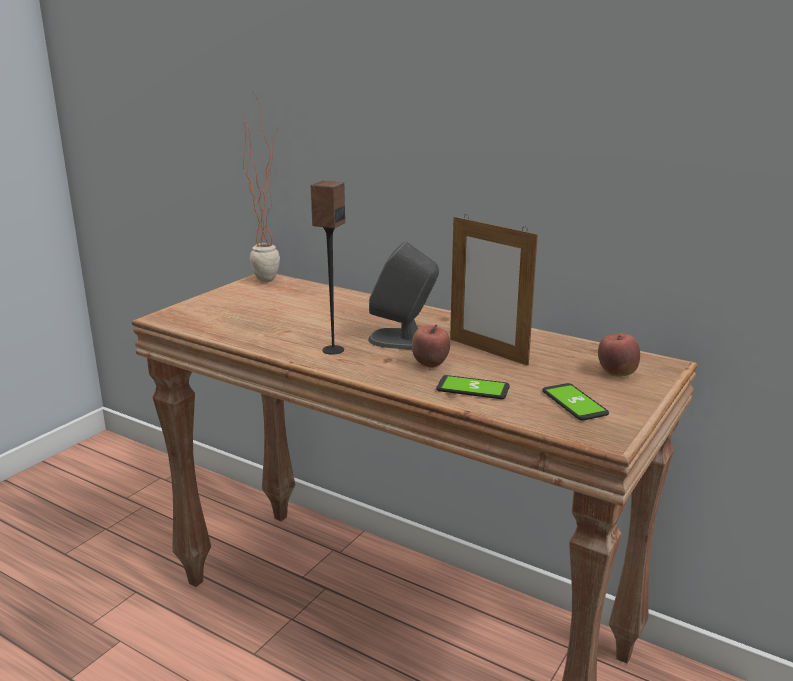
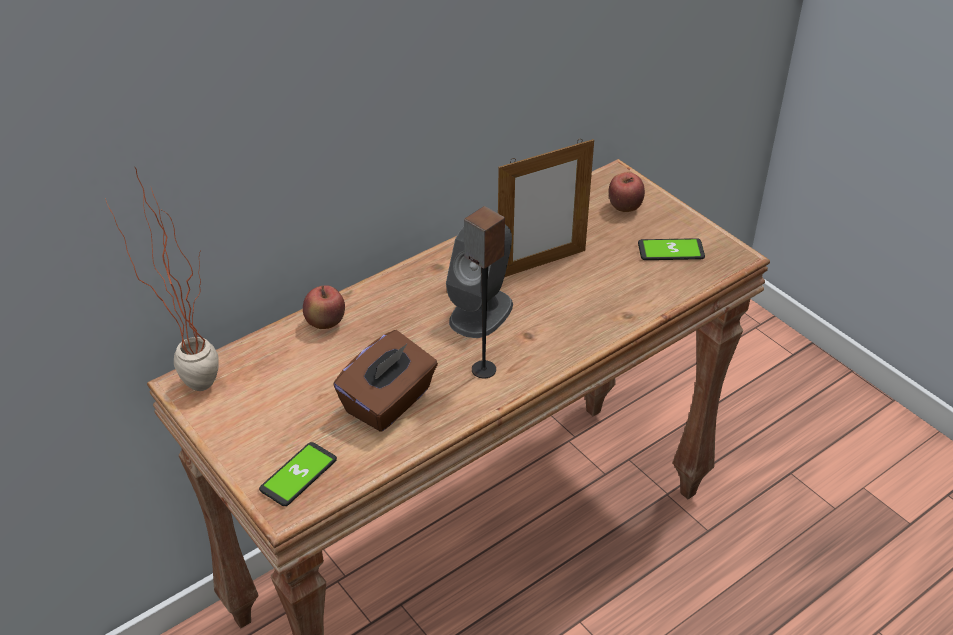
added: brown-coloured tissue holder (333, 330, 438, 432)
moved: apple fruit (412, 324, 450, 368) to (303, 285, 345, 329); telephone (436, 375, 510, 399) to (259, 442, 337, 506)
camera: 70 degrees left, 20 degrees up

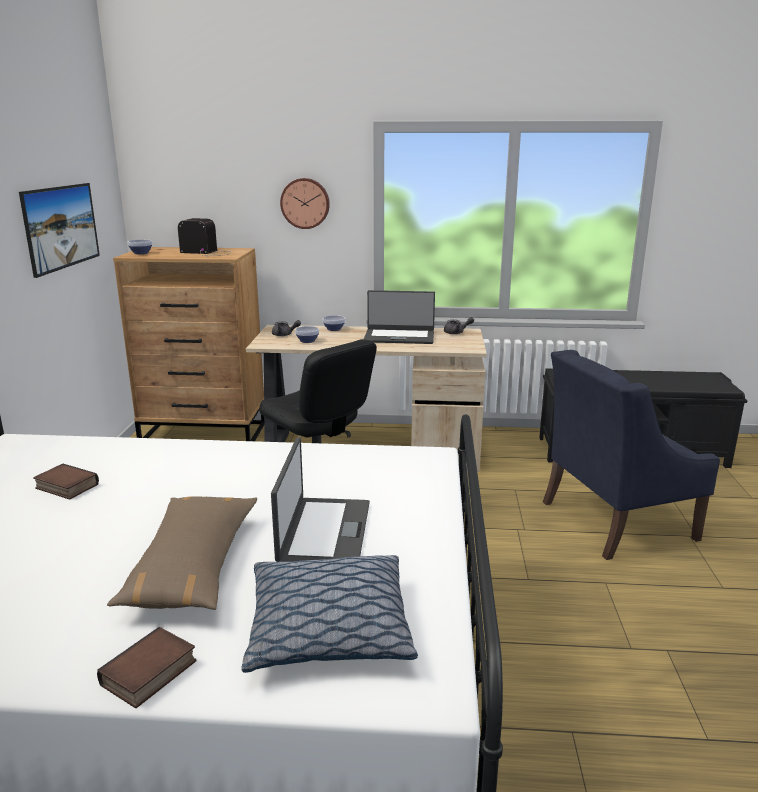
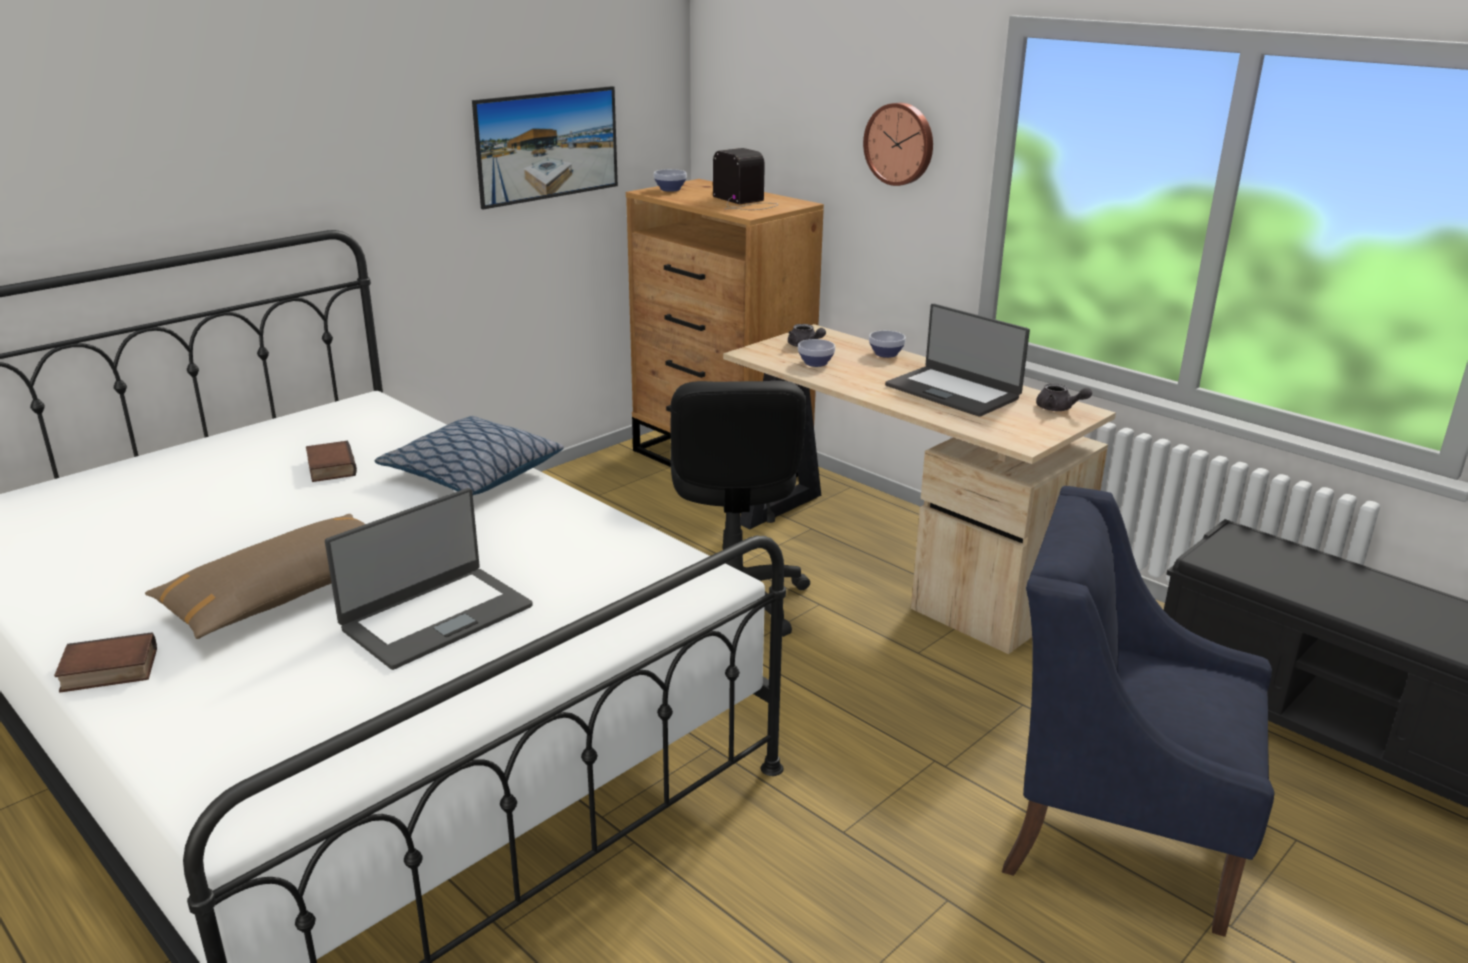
moved: pillow (241, 555, 418, 673) to (375, 416, 564, 495)
camera: 40 degrees right, 5 degrees up

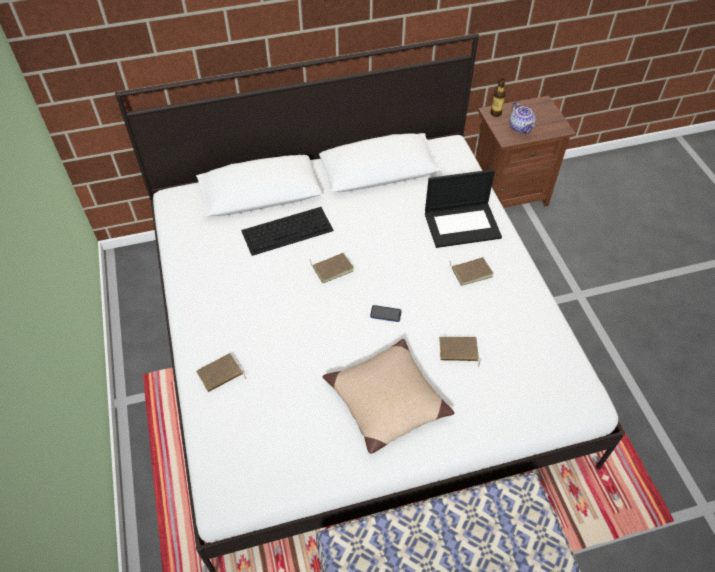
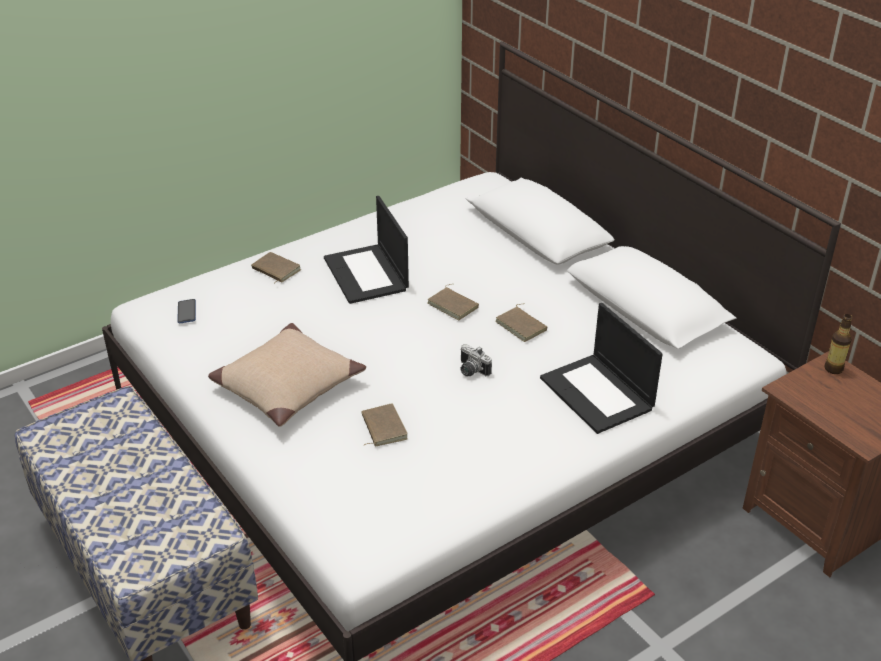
removed: computer keyboard (241, 207, 334, 256); pot for tea (509, 102, 535, 134)
added: portable computer (324, 196, 409, 304); photo camera (460, 344, 492, 377)
moved: telephone (370, 305, 402, 322) to (177, 299, 196, 323); brown-coloured volume (450, 257, 494, 286) to (496, 304, 548, 342)
camera: 70 degrees right, 15 degrees down

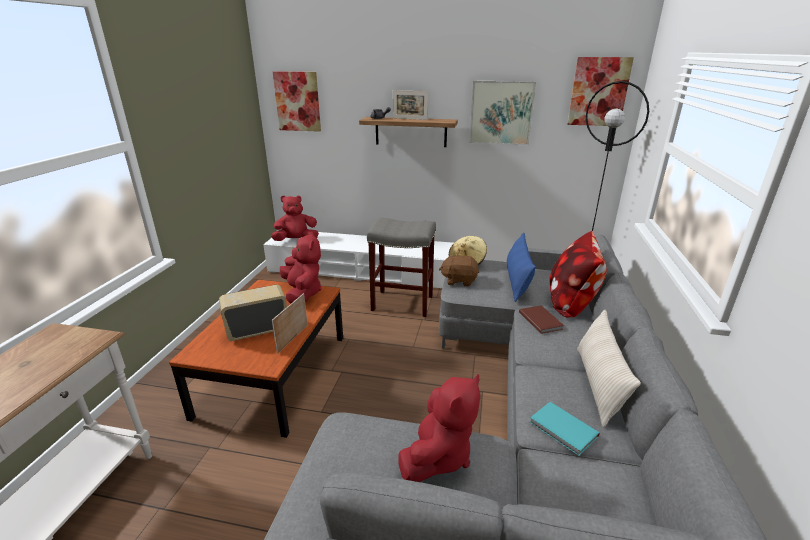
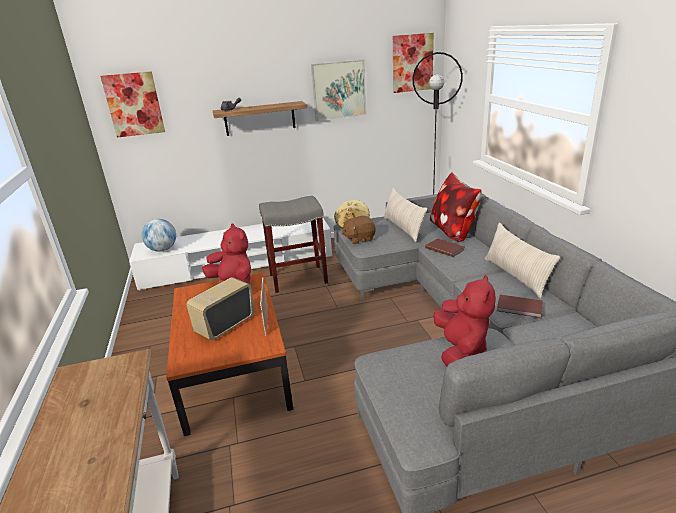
removed: photo frame (393, 90, 428, 120)
replaced: red plush toy (271, 195, 319, 241) to world globe (142, 219, 176, 252)
recoloured: blue pillow (507, 233, 536, 302) to sand-coloured pillow (384, 188, 427, 242); turquoise-coloured volume (530, 402, 600, 456) to brown-coloured volume (497, 294, 543, 318)
camera: 25 degrees left, 0 degrees up

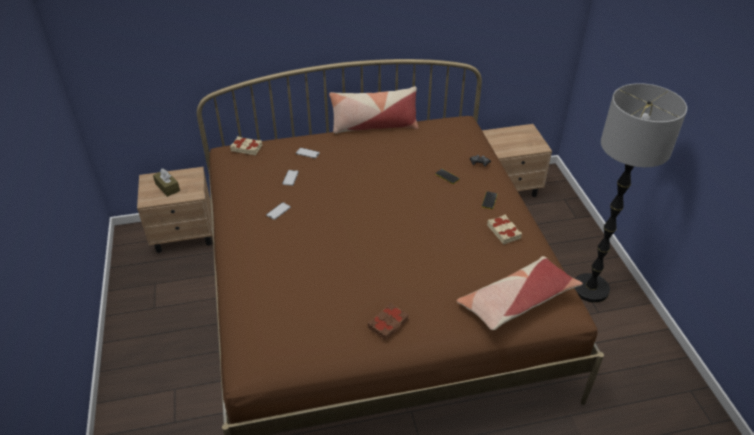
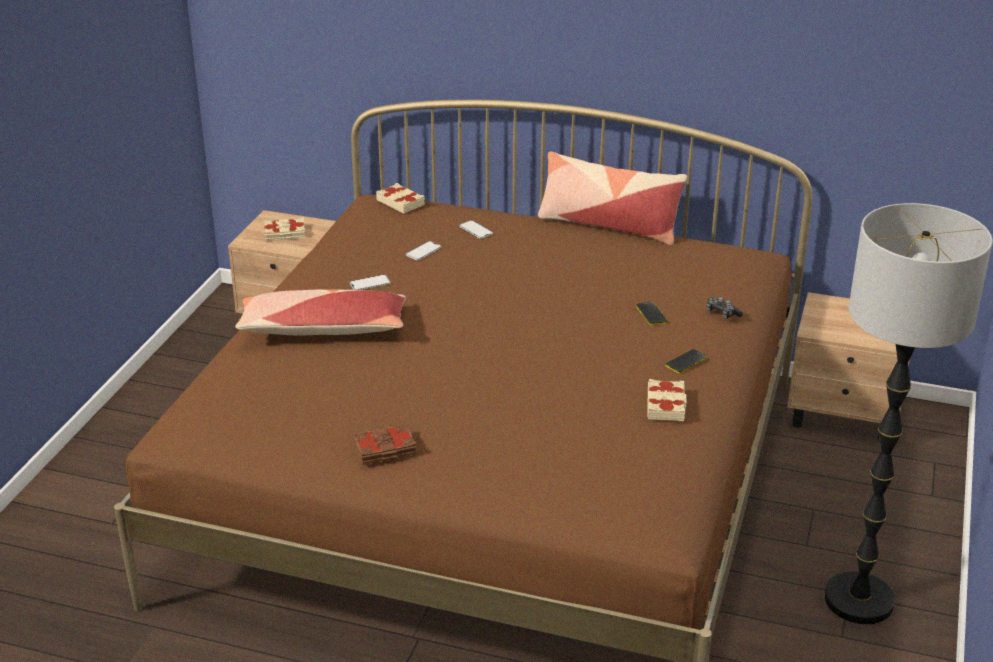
moved: pillow (457, 256, 583, 330) to (235, 289, 406, 335)
replaced: brown-coloured tissue holder (153, 168, 180, 197) to sand-coloured volume (264, 218, 305, 241)
camera: 30 degrees right, 10 degrees down

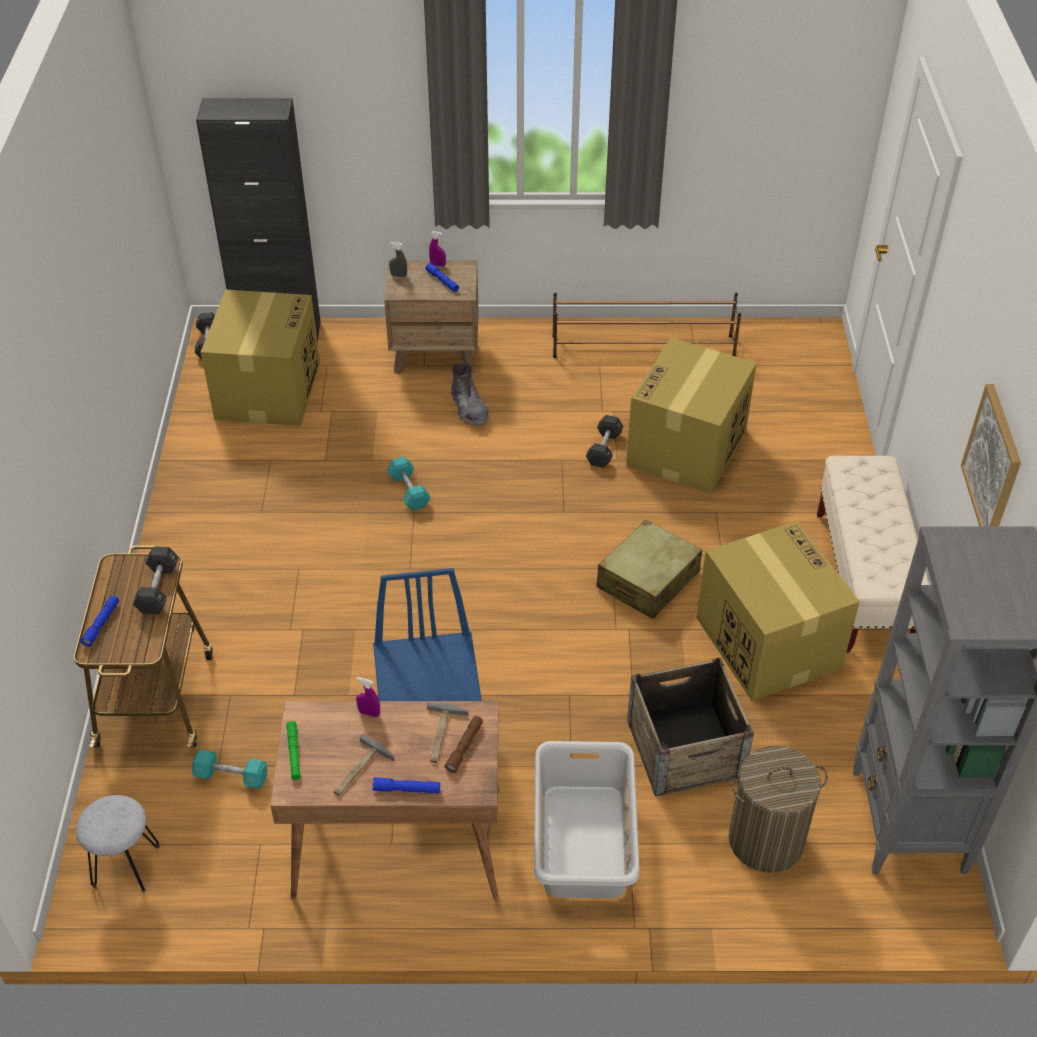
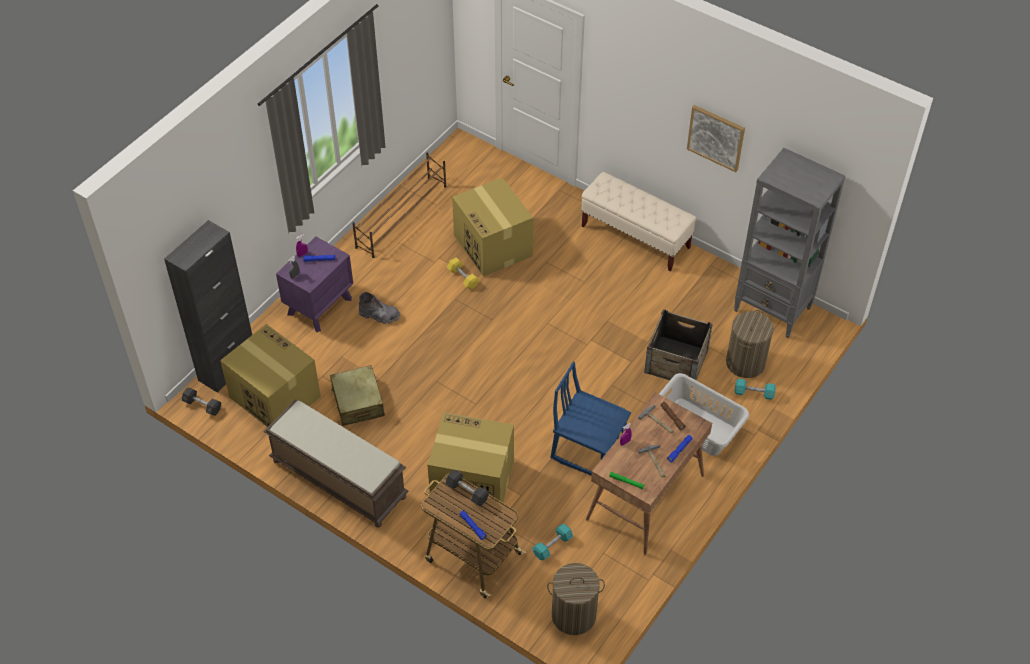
added: brown-coloured bench (263, 399, 409, 527)
moved: turquoise-coloured dumbbell (387, 456, 431, 511) to (735, 379, 776, 400); sand-coloured suitcase (597, 520, 702, 619) to (330, 365, 385, 426); carton (696, 521, 860, 701) to (427, 412, 514, 510)
replaced: grey sitting stool (76, 795, 160, 893) to washing basket (547, 563, 605, 635)
recoloured: brown-coloured bedside table (384, 261, 478, 375) to purple bedside table (276, 237, 353, 332); black dumbbell (586, 415, 623, 468) to yellowish dumbbell (447, 258, 479, 290)
camera: 55 degrees left, 5 degrees up

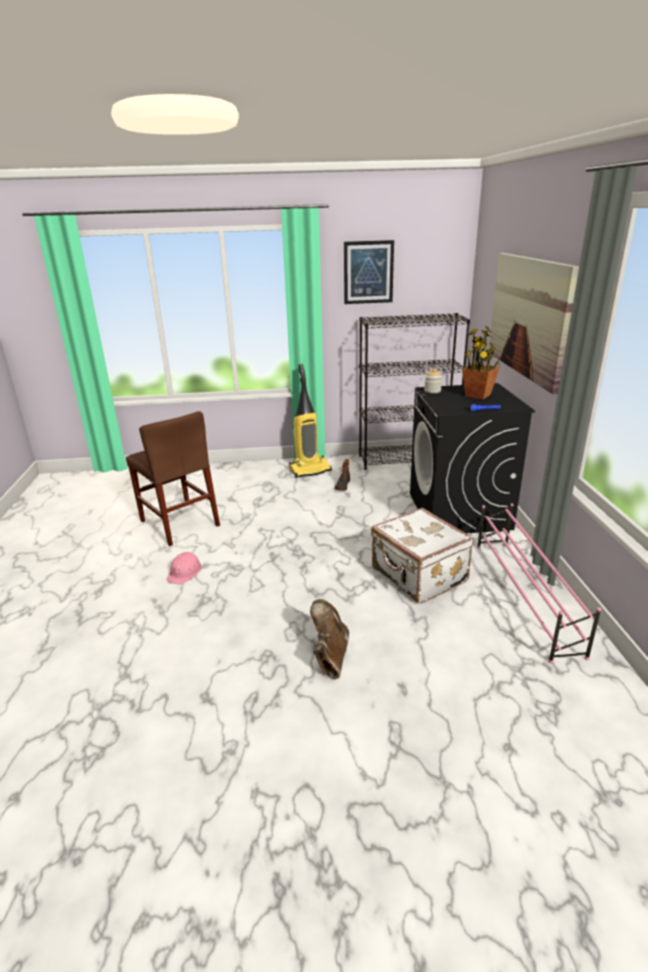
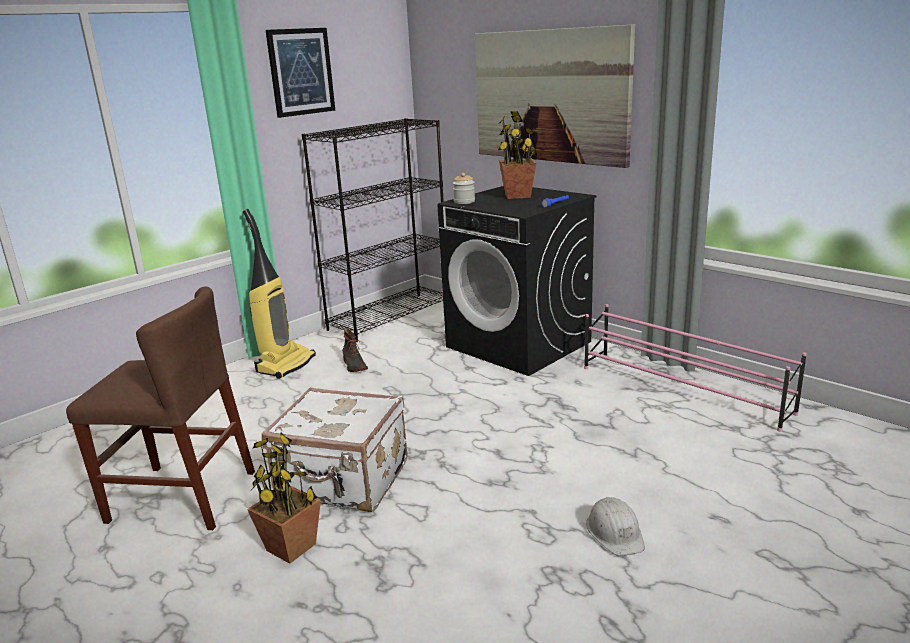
moved: white suitcase (371, 508, 473, 604) to (262, 387, 407, 512)
replaced: pink hard hat (167, 552, 202, 584) to houseplant (247, 432, 321, 564); brown-coloured high-top boot (310, 599, 349, 679) to white hard hat (586, 497, 645, 556)
camera: 40 degrees left, 5 degrees down

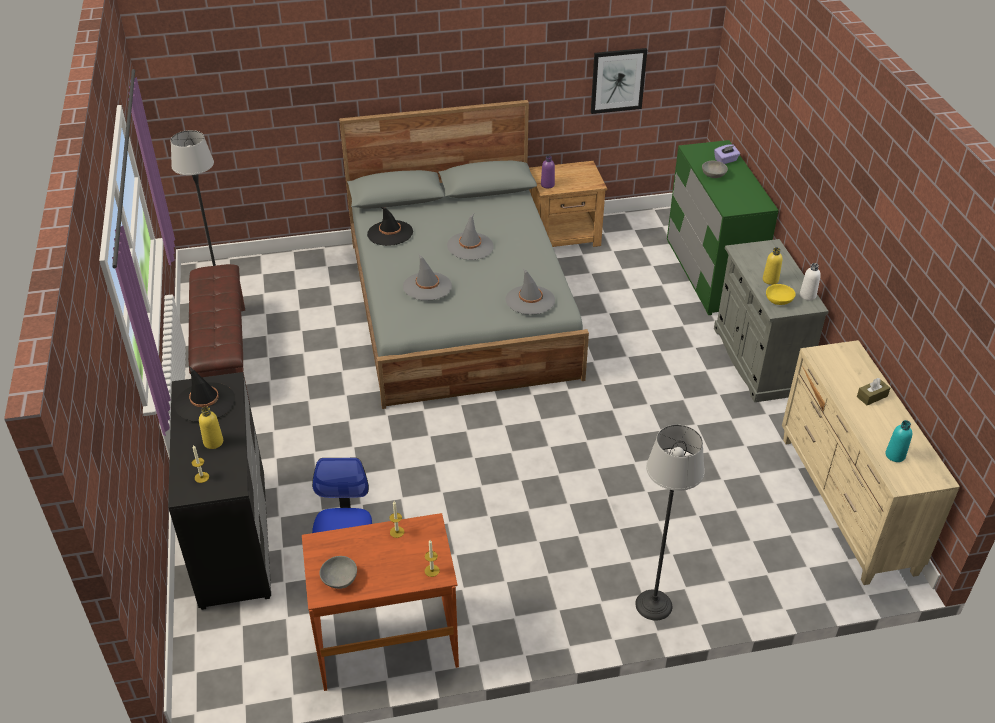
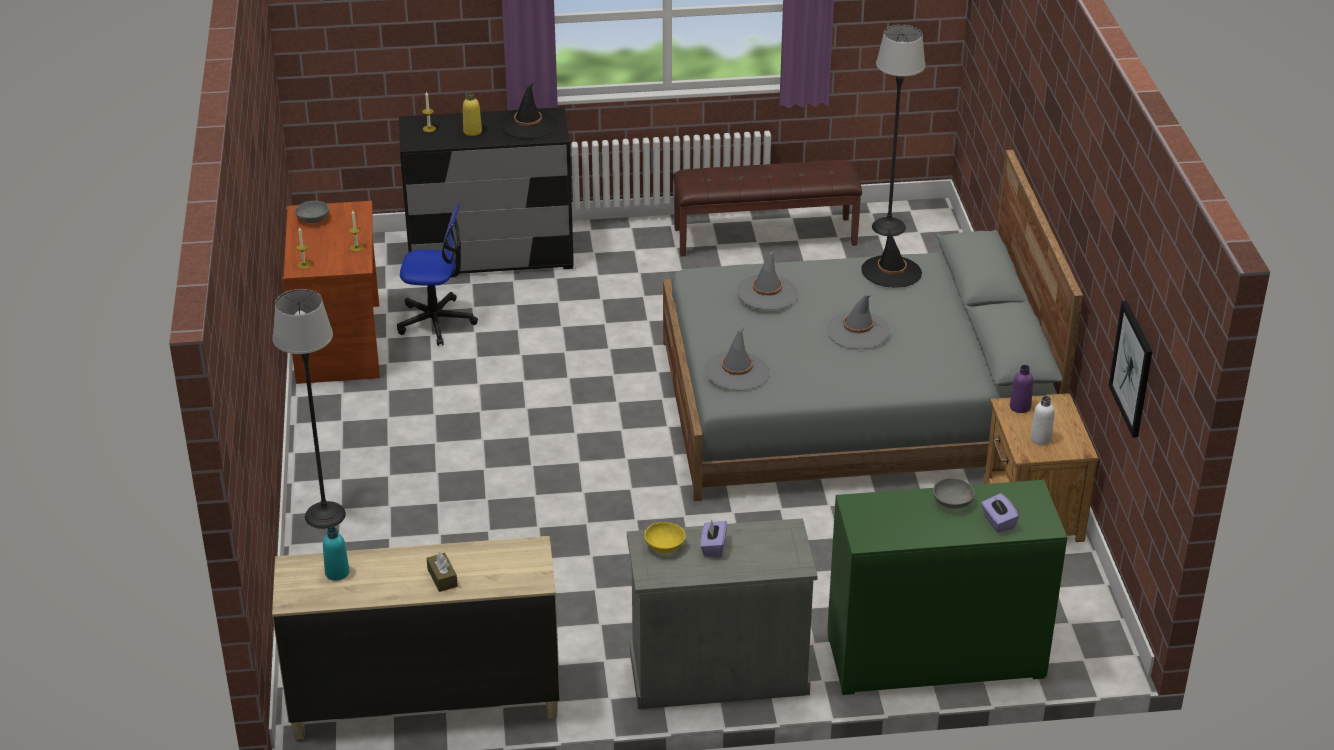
moved: white bottle (800, 263, 821, 301) to (1030, 396, 1054, 445)
replaced: yellowish bottle (763, 247, 782, 285) to purple tissue holder (700, 519, 727, 557)
camera: 95 degrees right, 5 degrees down

